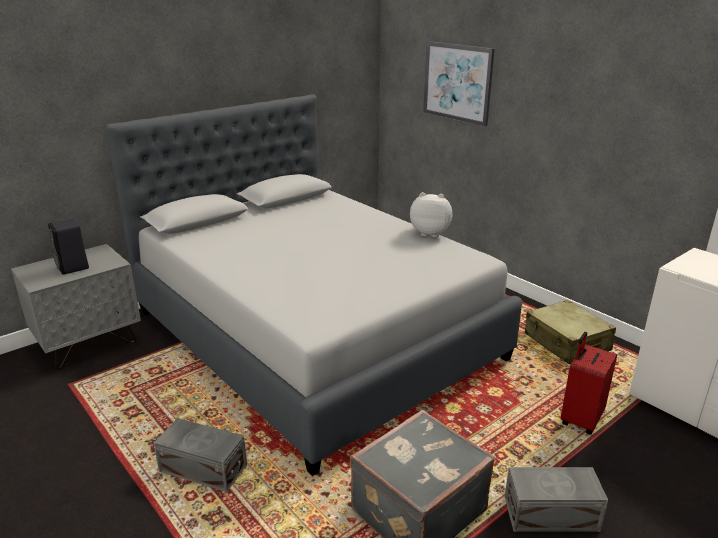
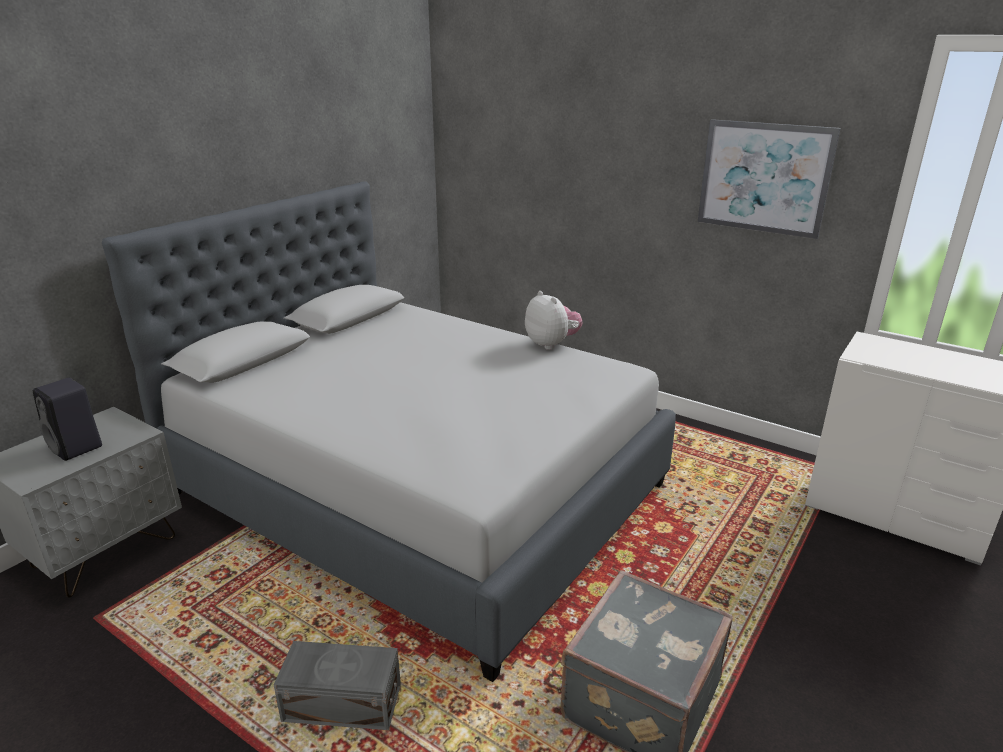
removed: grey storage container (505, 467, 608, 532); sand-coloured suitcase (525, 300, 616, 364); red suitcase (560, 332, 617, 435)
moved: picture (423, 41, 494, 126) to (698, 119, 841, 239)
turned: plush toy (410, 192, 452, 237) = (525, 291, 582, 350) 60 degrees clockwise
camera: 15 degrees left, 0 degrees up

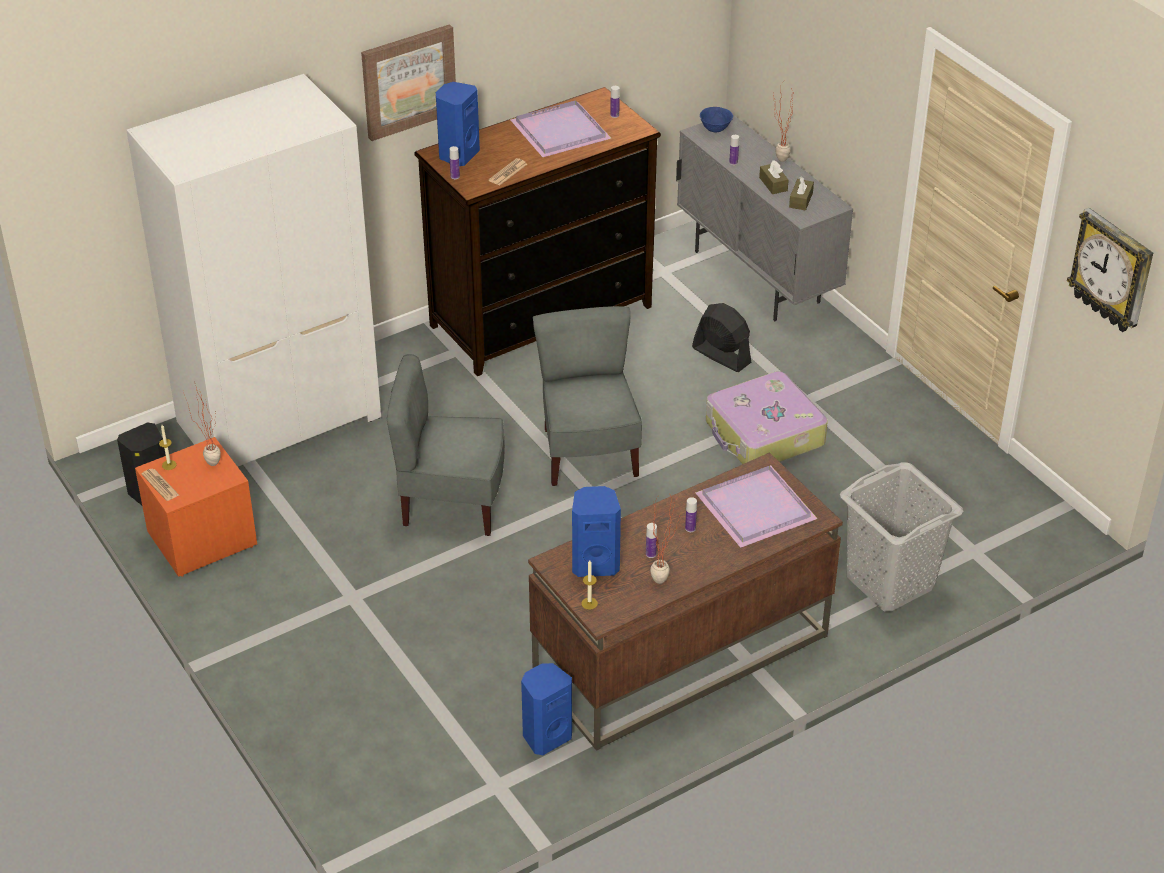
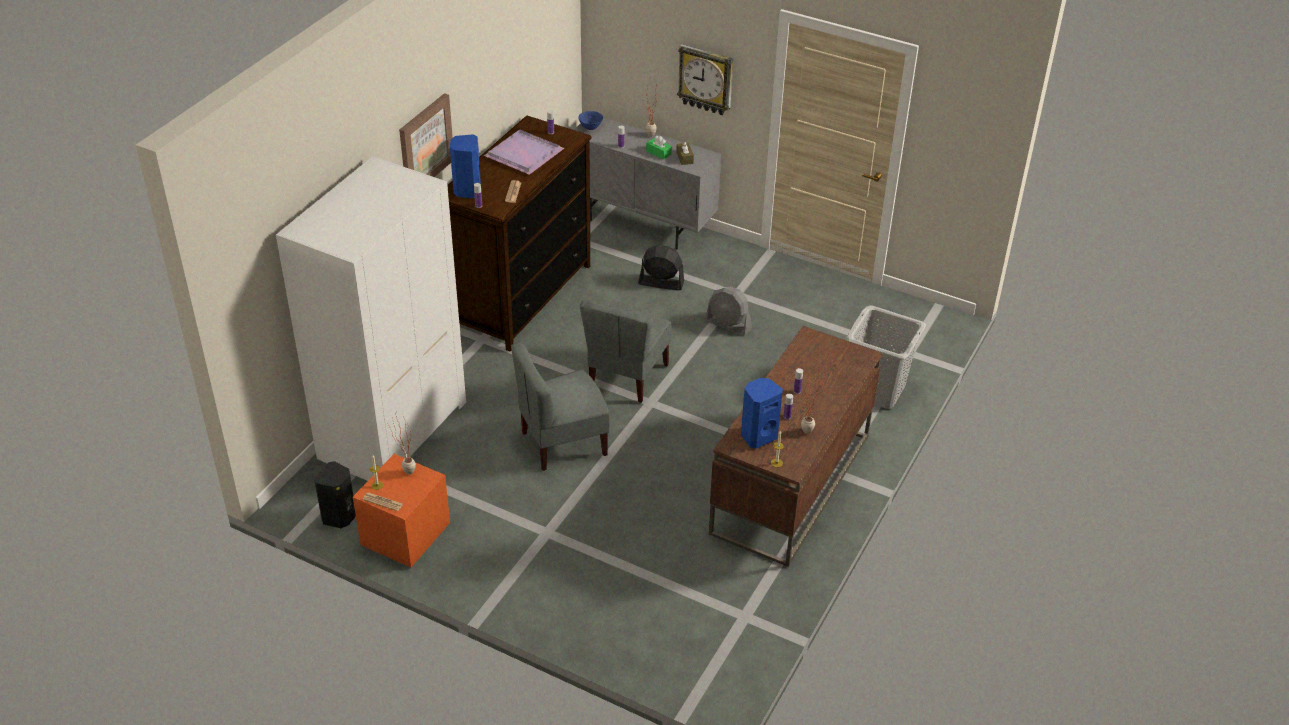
removed: blue audio speaker (521, 663, 572, 755); purple tray (695, 465, 818, 548)
moved: hanging clock (1067, 208, 1153, 332) to (677, 44, 733, 115)
replaced: suitcase (706, 371, 828, 464) to grey cooling fan (705, 286, 752, 336)
recoloured: brown-coloured tissue holder (759, 160, 789, 194) to greenish tissue holder (646, 136, 672, 160)
turned: grey plain chair (533, 306, 642, 486) = (580, 300, 671, 403) 120 degrees counterclockwise
camera: 30 degrees left, 0 degrees up

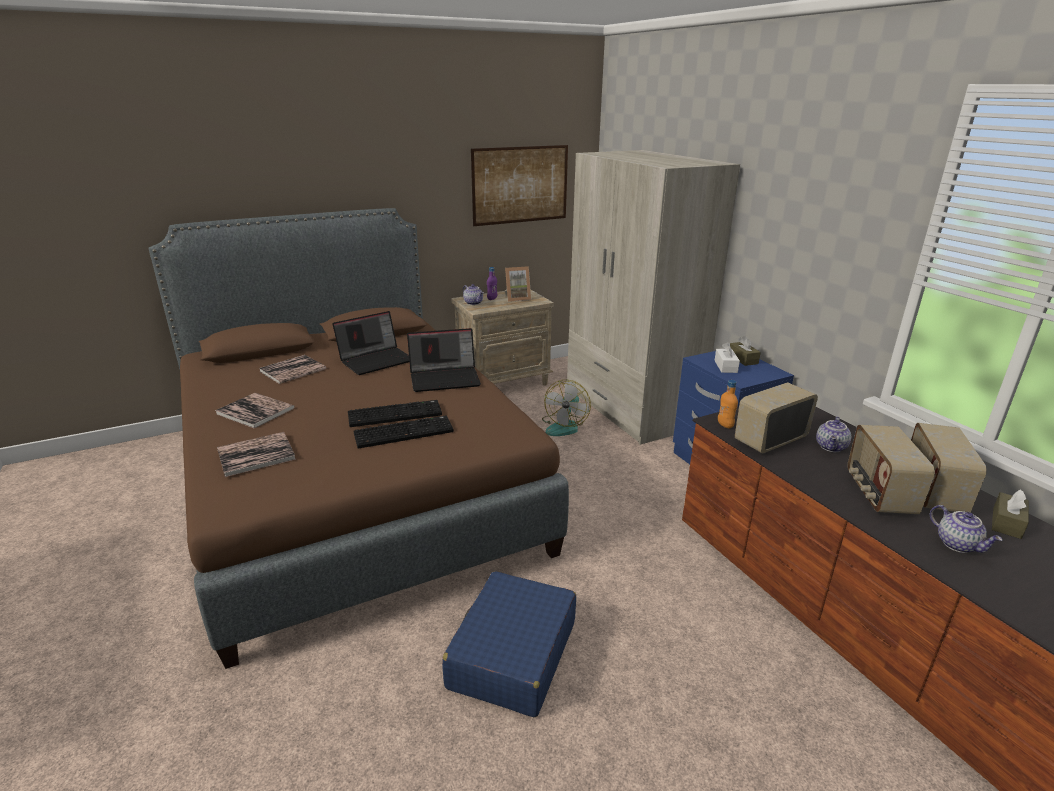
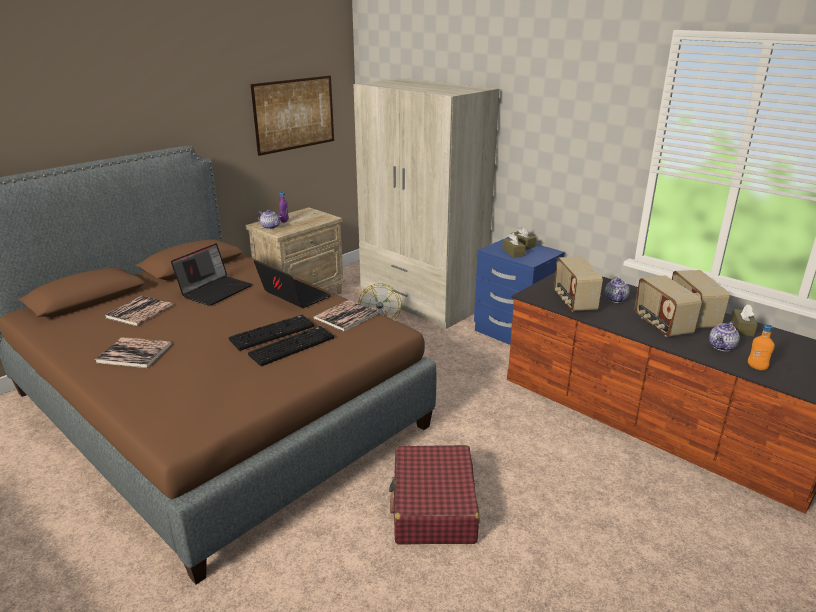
removed: photo frame (505, 266, 531, 302)
moved: volume (217, 432, 296, 477) to (313, 300, 378, 332); orangey bottle (718, 380, 738, 429) to (748, 324, 775, 371)
recoloured: blue suitcase (442, 571, 576, 717) to red suitcase (389, 445, 480, 545); white tissue holder (714, 342, 740, 373) to brown-coloured tissue holder (502, 233, 526, 257)
turned: portable computer (407, 328, 481, 392) = (254, 260, 331, 308) 105 degrees counterclockwise; radio (735, 382, 818, 453) = (554, 256, 603, 311) 45 degrees counterclockwise; pot for tea (929, 505, 1003, 553) = (709, 321, 740, 351) 90 degrees clockwise
camera: 20 degrees left, 0 degrees up

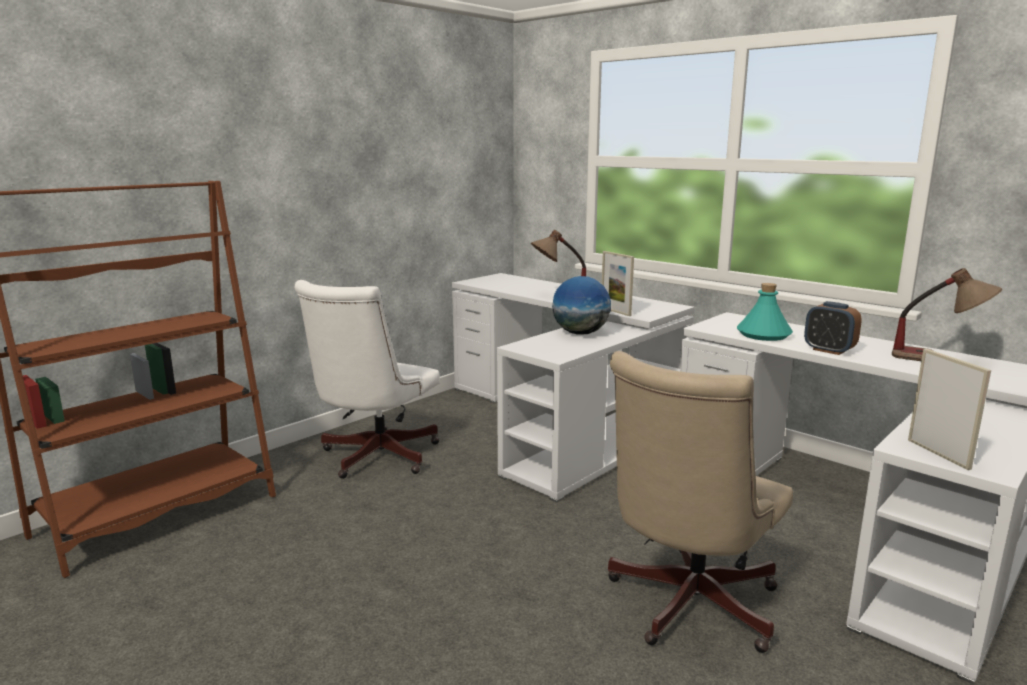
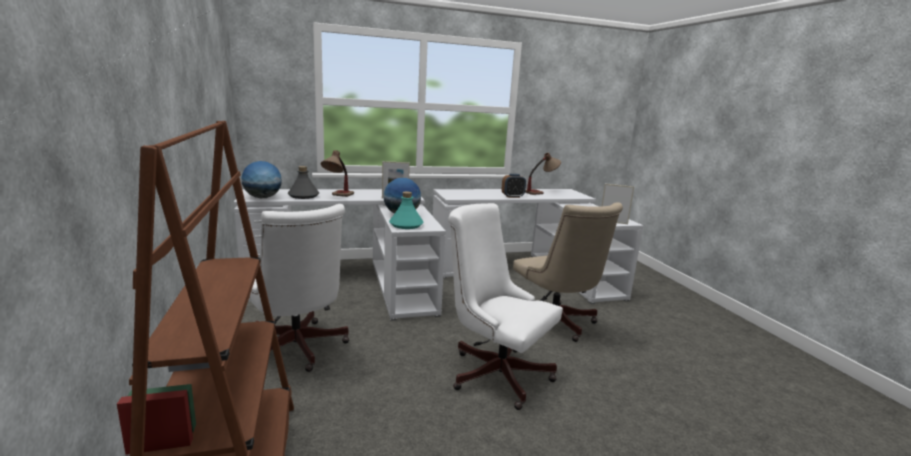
added: world globe (242, 161, 282, 198); grey bottle (288, 166, 319, 199); white desk chair (448, 203, 563, 410)
moved: turquoise-coloured bottle (737, 283, 793, 341) to (389, 192, 424, 229)
camera: 60 degrees left, 0 degrees up

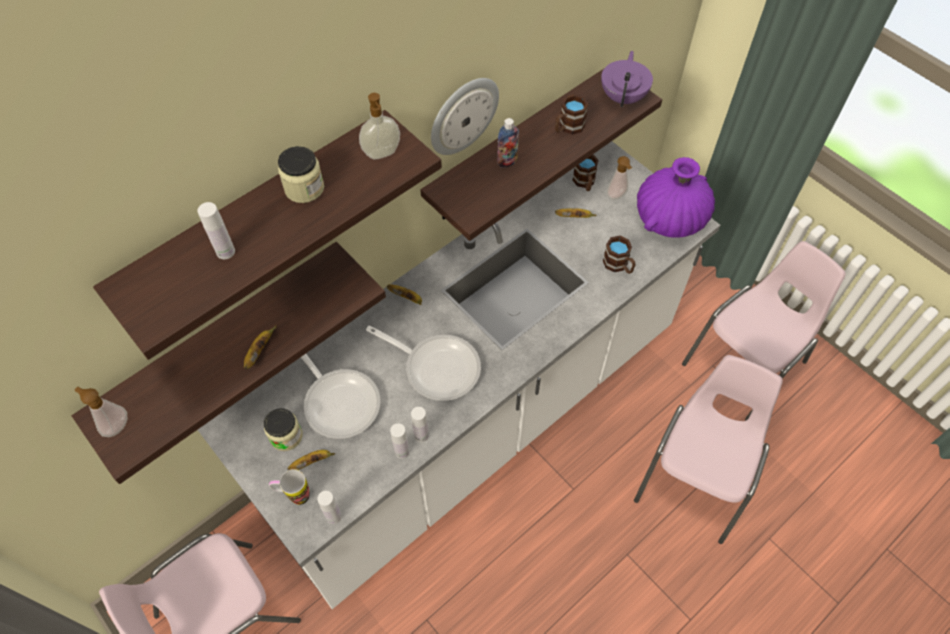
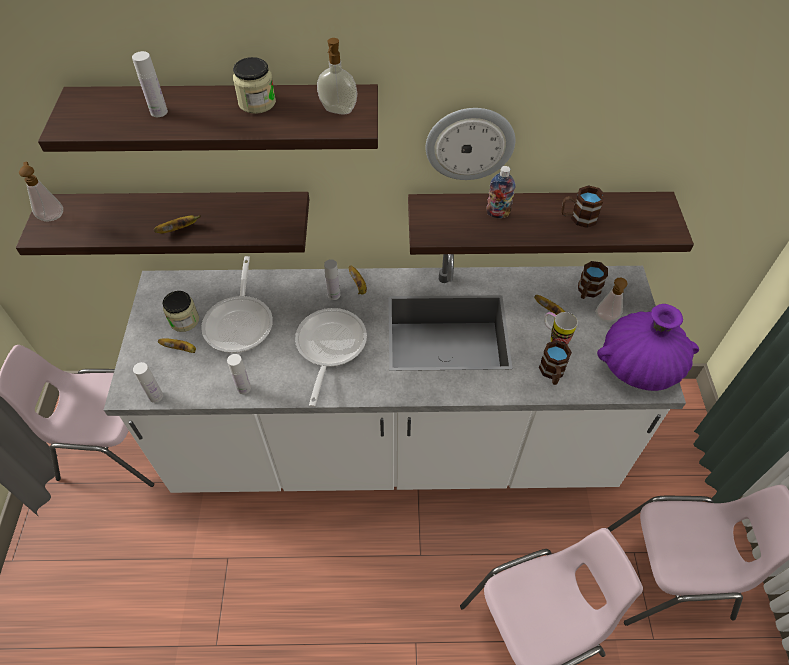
removed: purple pot for tea (601, 51, 653, 107)
moved: coffee mug (269, 469, 310, 505) to (544, 312, 578, 345); white bottle (411, 407, 429, 442) to (324, 259, 340, 300)
turned: pan (366, 326, 481, 401) = (295, 308, 367, 407) 150 degrees counterclockwise
camera: 40 degrees right, 5 degrees down

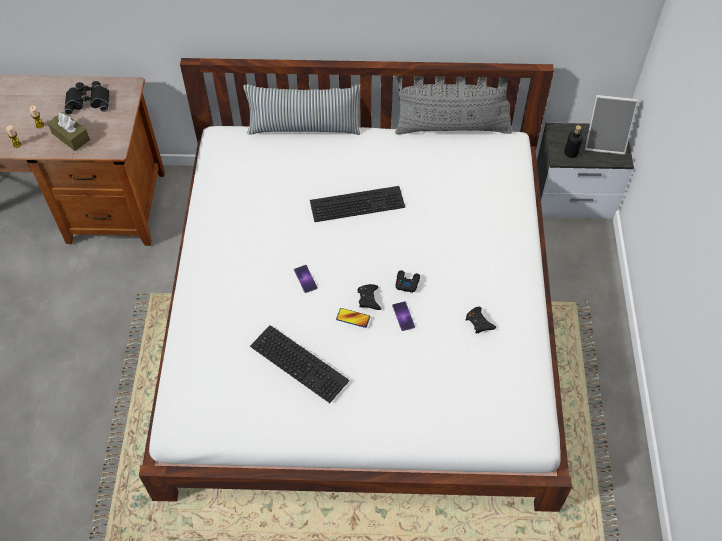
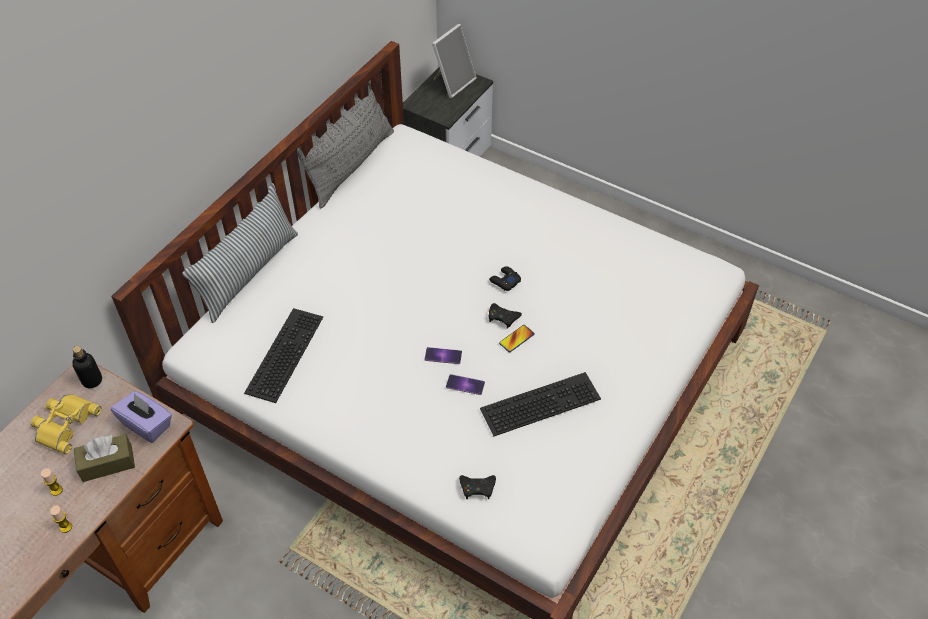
added: purple tissue holder (111, 391, 172, 443)
moved: computer keyboard (310, 186, 405, 222) to (244, 308, 323, 403); telephone (392, 301, 415, 331) to (446, 374, 485, 395); black game controller (466, 307, 496, 334) to (459, 475, 496, 499); bottle (564, 125, 583, 158) to (72, 346, 102, 388)
recoloured: black binoculars (64, 81, 109, 115) to yellowish binoculars (31, 394, 102, 454)
camera: 60 degrees left, 5 degrees down

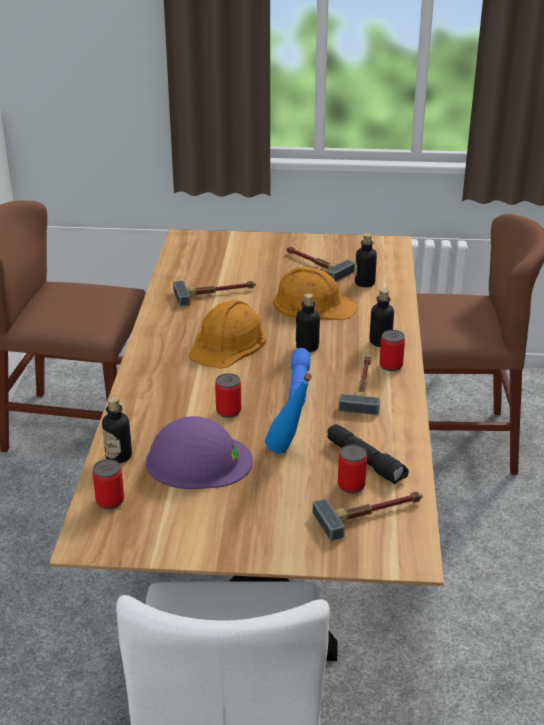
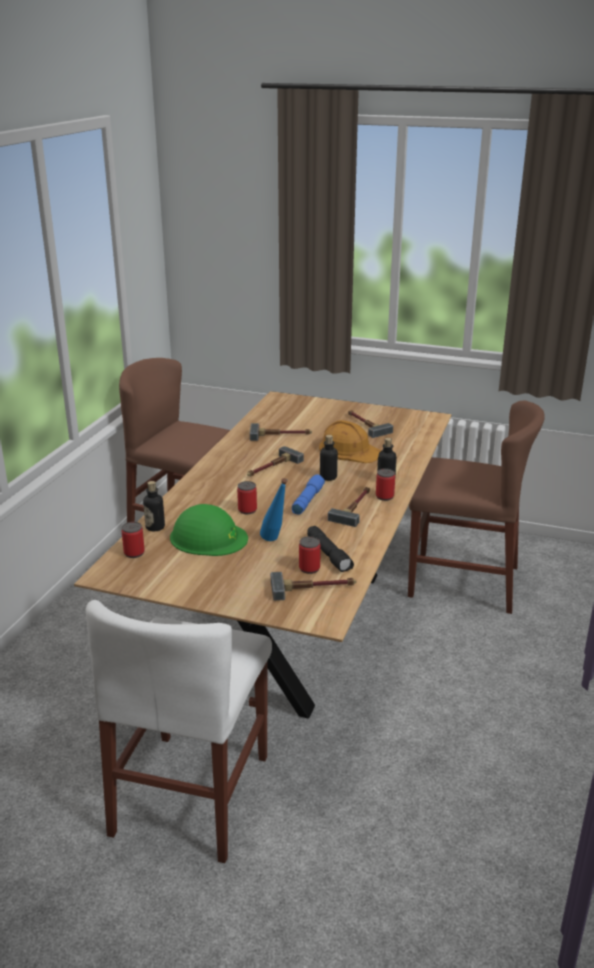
removed: bottle (355, 233, 377, 287)
replaced: orangey hard hat (189, 300, 266, 369) to hand hammer (247, 446, 304, 477)
recoloured: purple hard hat (146, 416, 253, 489) to greenish hard hat (170, 504, 248, 556)
camera: 15 degrees right, 5 degrees down

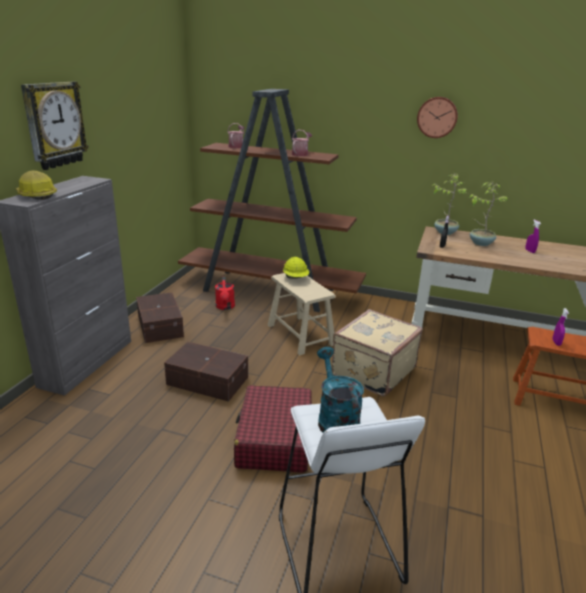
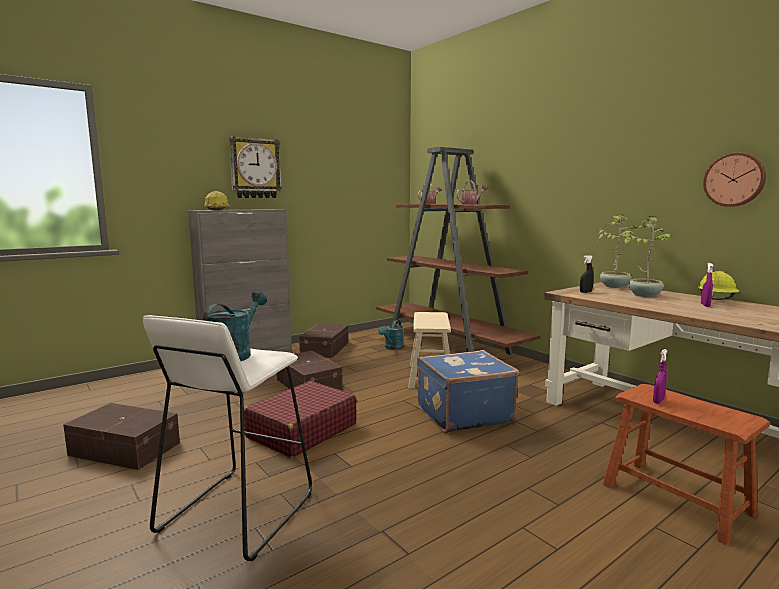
added: brown-coloured storage container (63, 403, 180, 470)
moved: yellowish hard hat (283, 257, 309, 279) to (698, 271, 739, 300); hanging clock (417, 97, 458, 138) to (703, 153, 766, 207)
recoloured: red sprinkling can (215, 277, 235, 310) to turquoise-coloured sprinkling can (378, 320, 404, 350); sand-coloured suitcase (331, 309, 423, 396) to blue suitcase (417, 350, 519, 433)
camera: 35 degrees right, 15 degrees down

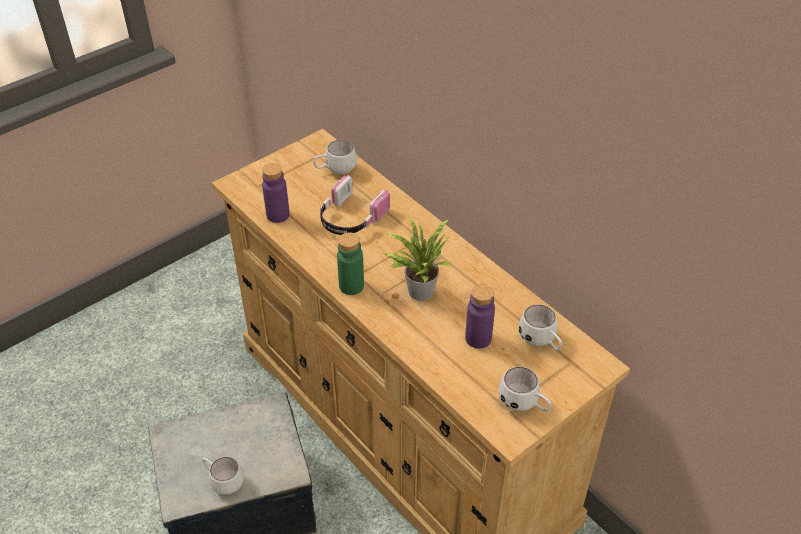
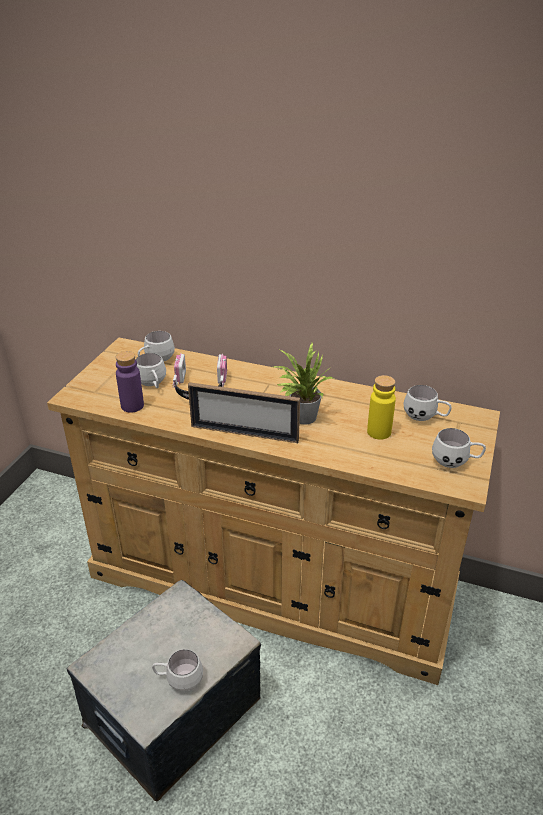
added: white coffee mug (136, 353, 166, 388)
replaced: greenish bottle (337, 233, 364, 295) to photo frame (188, 382, 300, 443)
recoloured: purple bottle (465, 284, 495, 349) to yellowish bottle (367, 375, 396, 440)
camera: 30 degrees left, 10 degrees down

